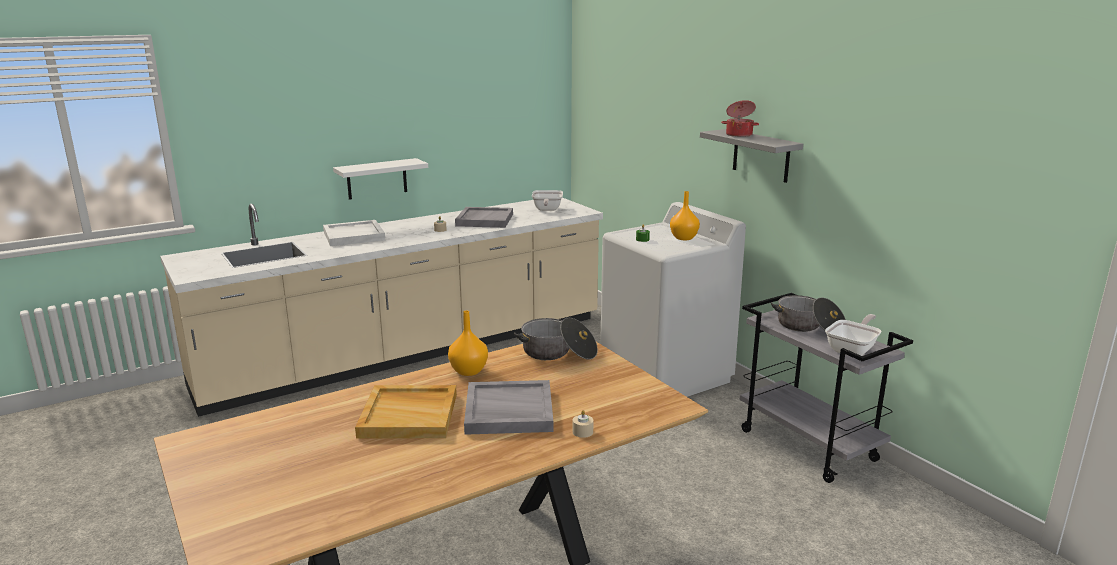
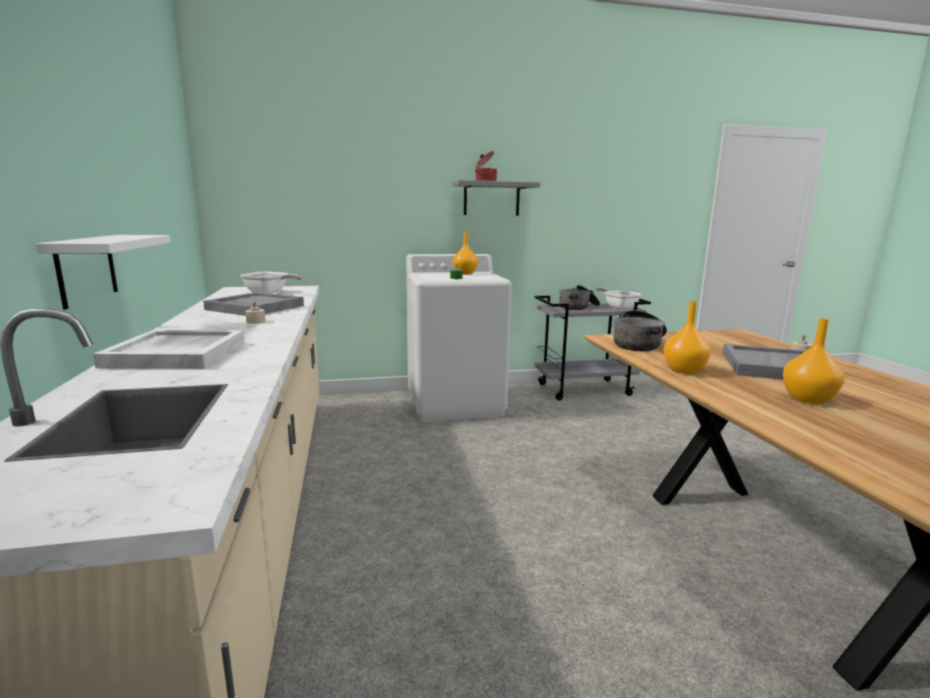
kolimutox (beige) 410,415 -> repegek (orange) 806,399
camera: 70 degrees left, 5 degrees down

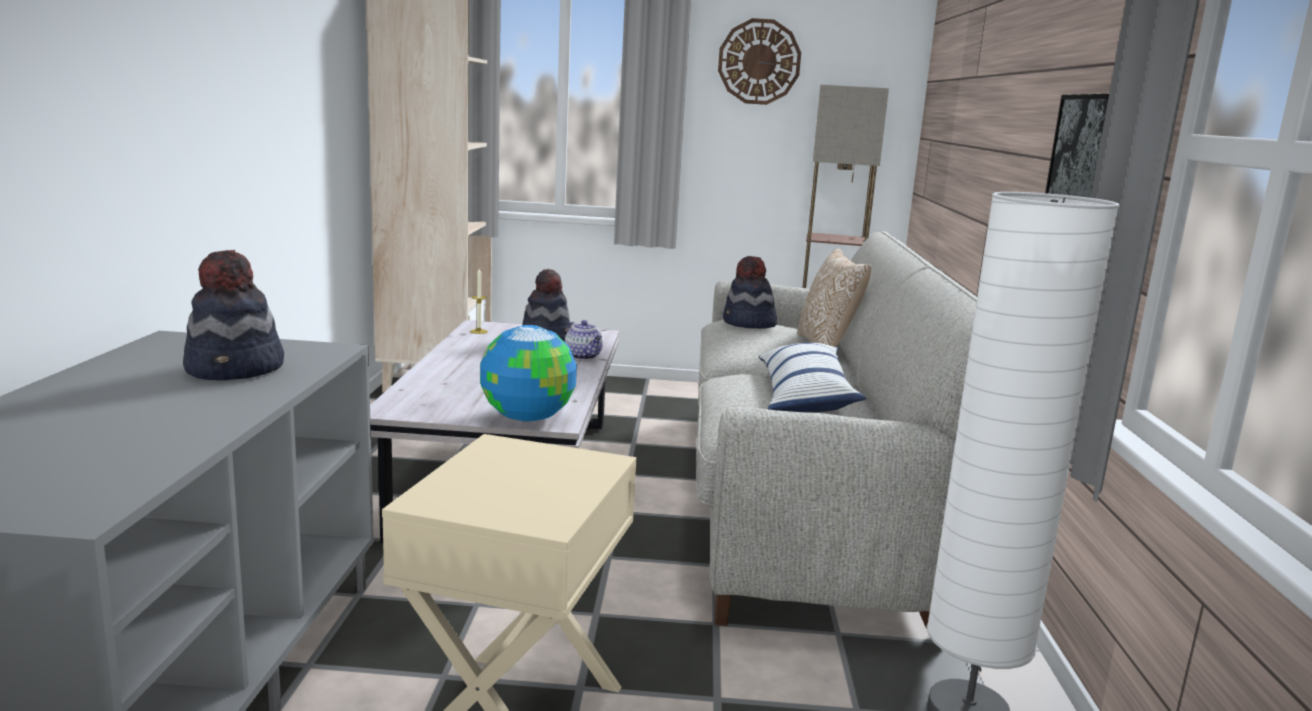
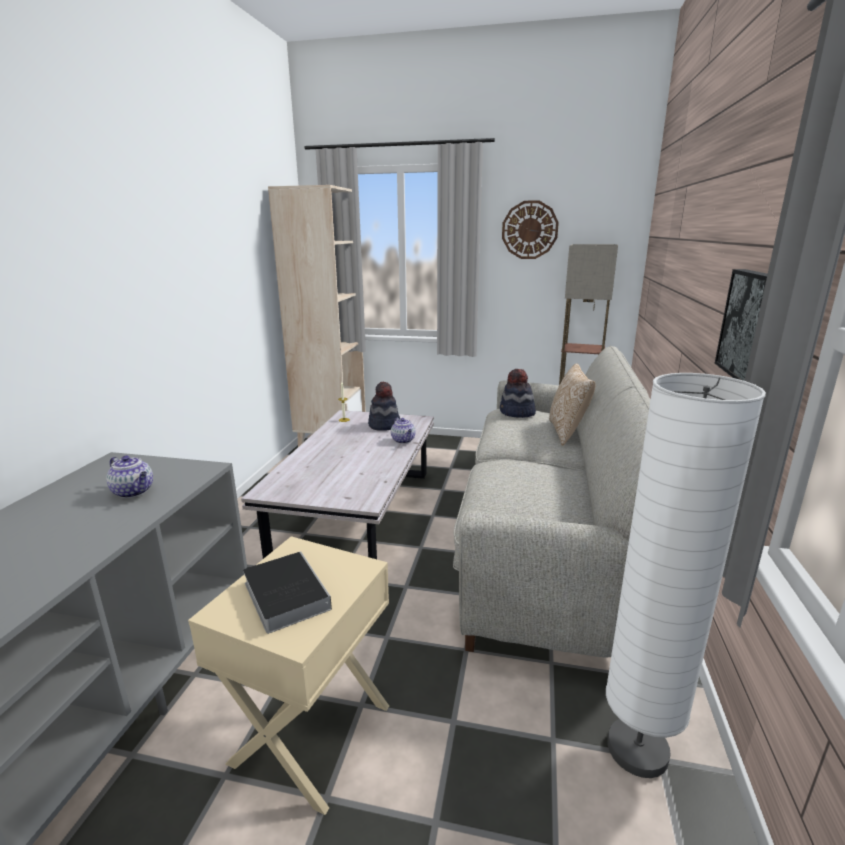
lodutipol 526,418 -> none
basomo 804,396 -> none
none -> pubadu 284,594
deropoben 236,369 -> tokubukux 134,492
camera: 10 degrees right, 5 degrees up

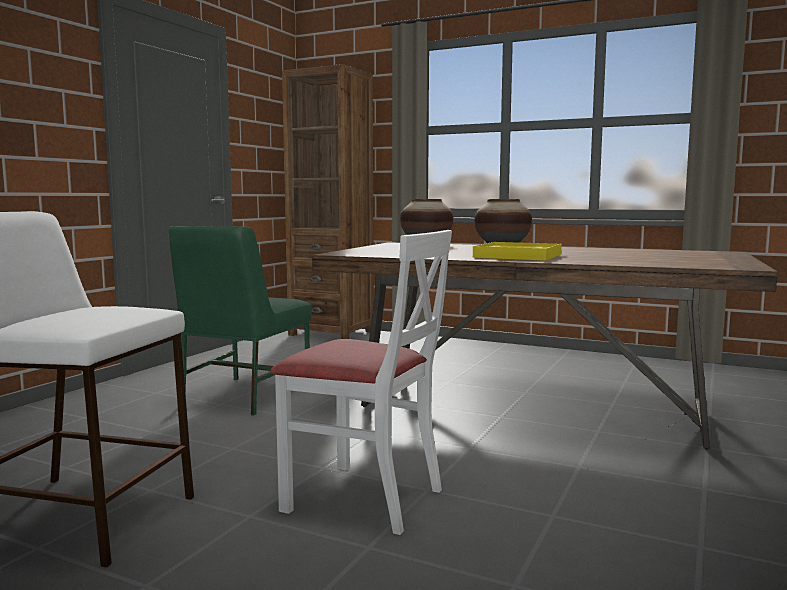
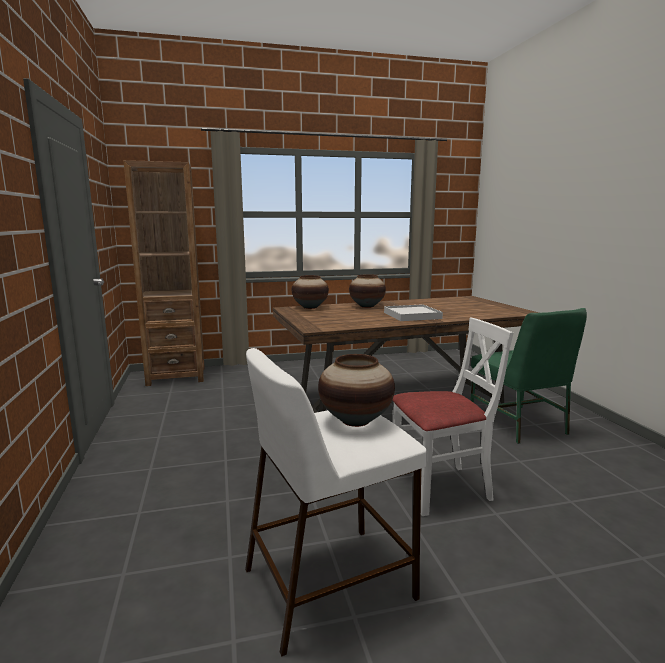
none -> repegek 355,420
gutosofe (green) 244,396 -> gutosofe (green) 519,424, shifted
kolimutox (yellow) 517,256 -> kolimutox (white) 412,315
camera: 40 degrees left, 5 degrees up

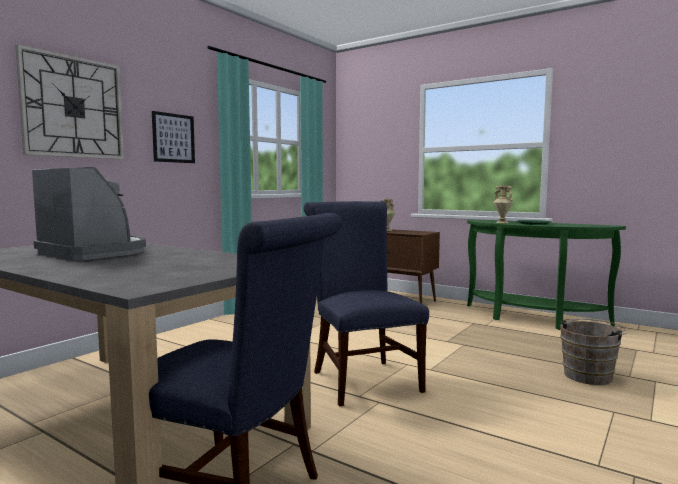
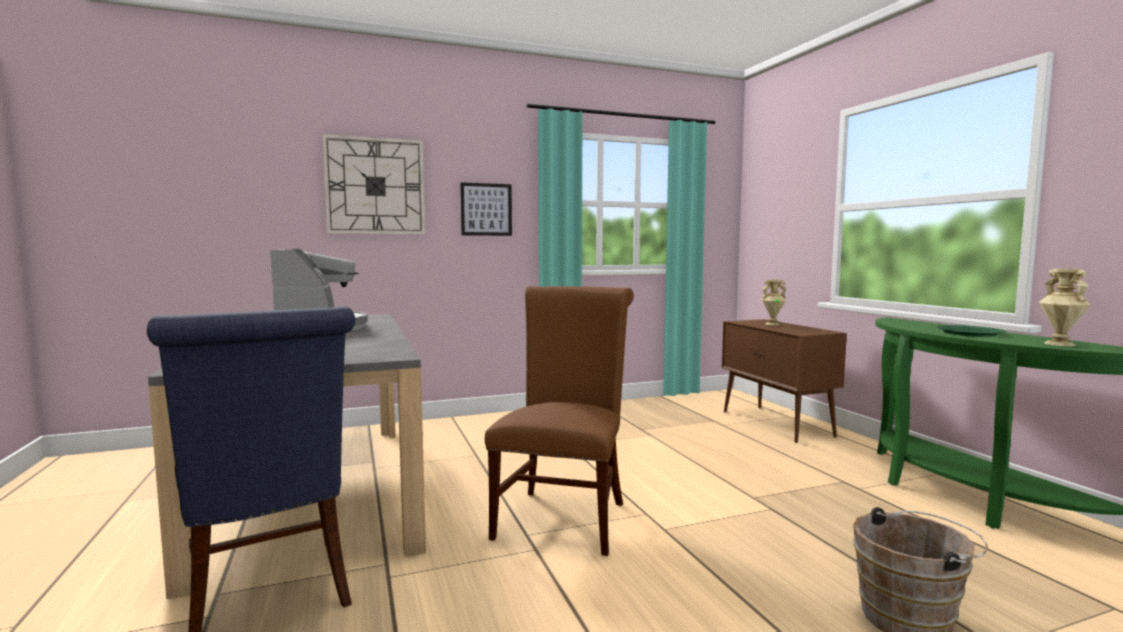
repegek (beige) 502,222 -> repegek (beige) 1059,344, shifted
gutosofe (blue) 362,379 -> gutosofe (brown) 564,516
camera: 35 degrees right, 0 degrees up

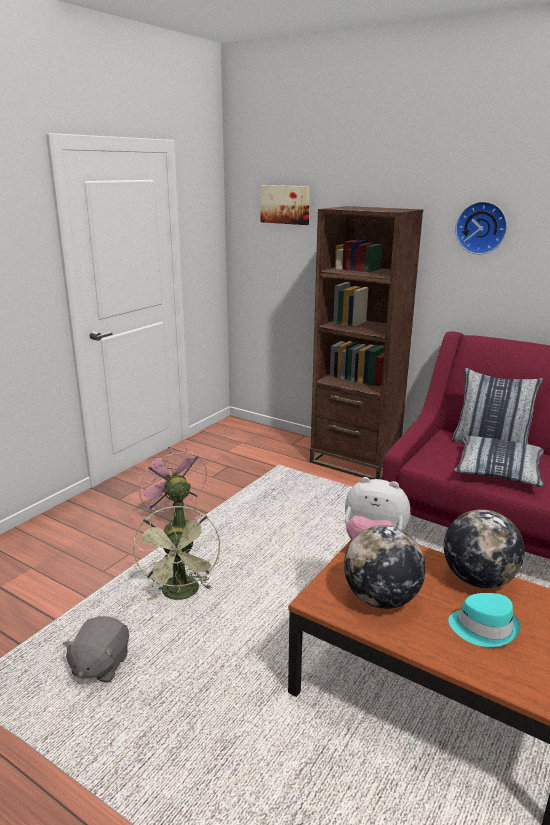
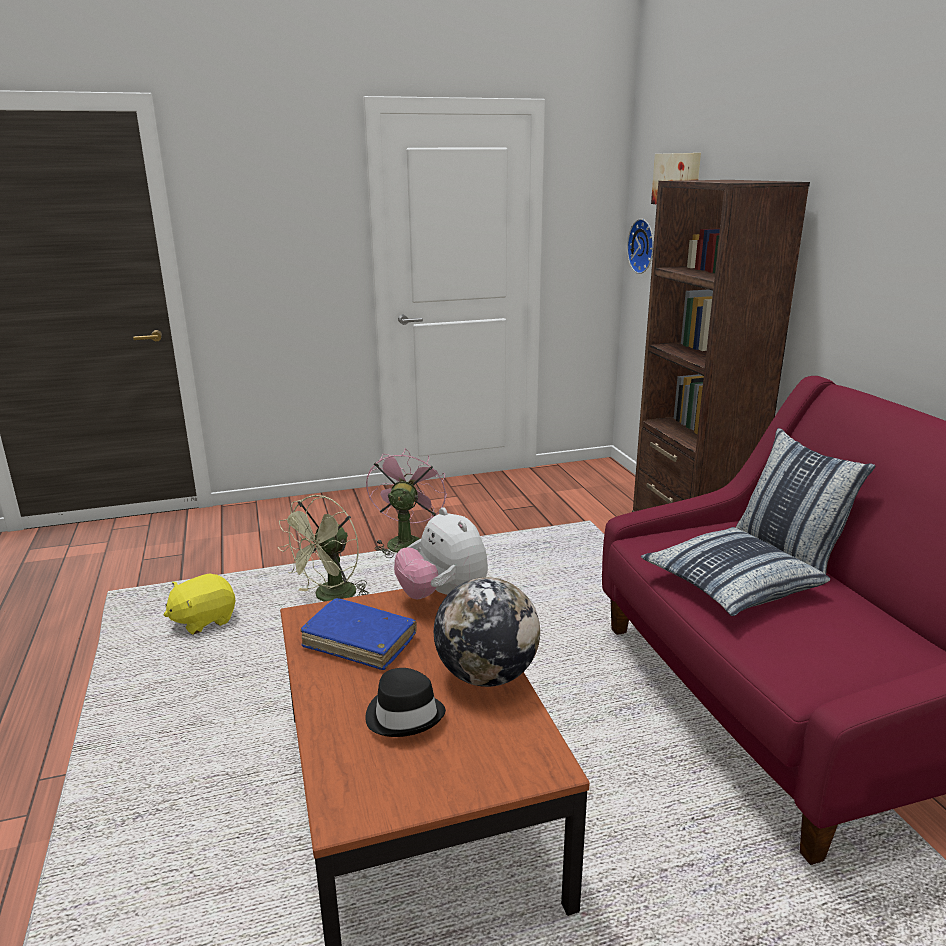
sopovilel 482,227 -> sopovilel 644,246, shifted
lodutipol 381,599 -> pubadu (blue) 359,642
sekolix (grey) 100,665 -> sekolix (yellow) 204,620
deropoben (turquoise) 483,627 -> deropoben (black) 404,715
camera: 40 degrees right, 0 degrees up

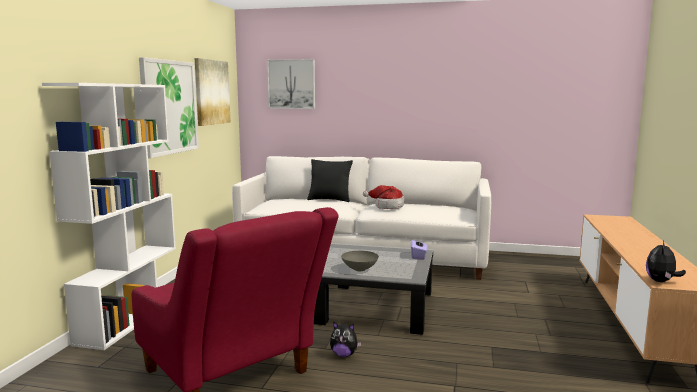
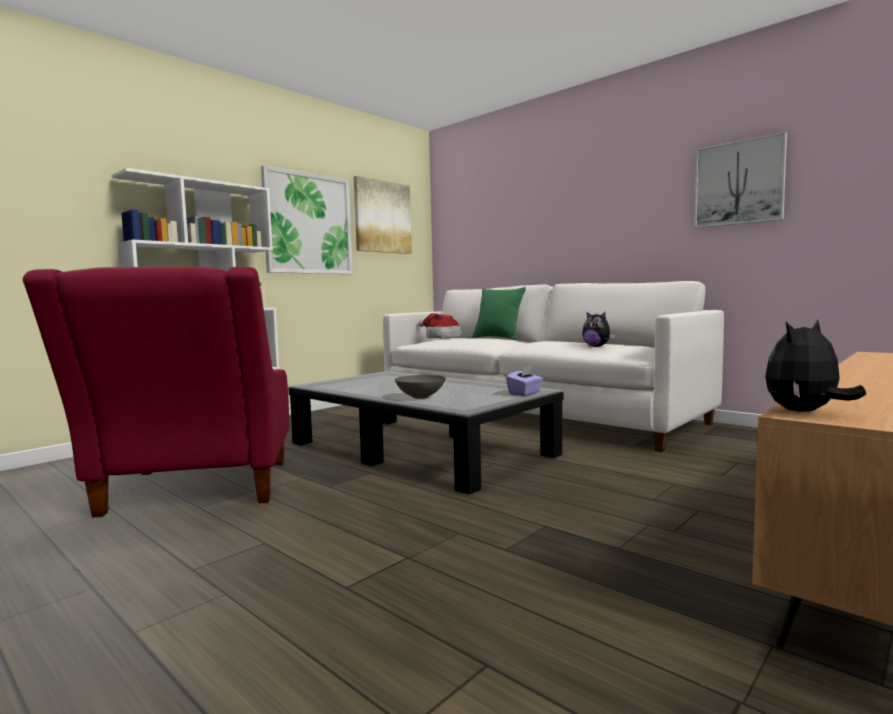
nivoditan 291,84 -> nivoditan 739,183, shifted
sekolix 344,354 -> sekolix 597,346, shifted
deropoben 387,206 -> deropoben 440,337, shifted
basomo (black) 329,200 -> basomo (green) 497,338
camera: 30 degrees right, 5 degrees down

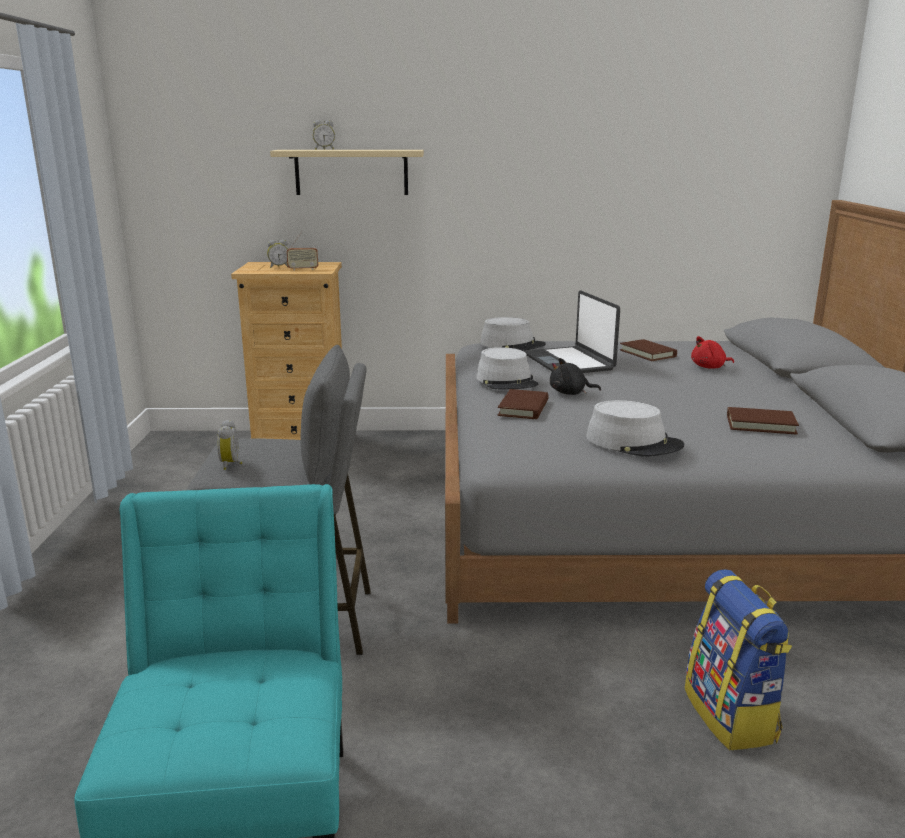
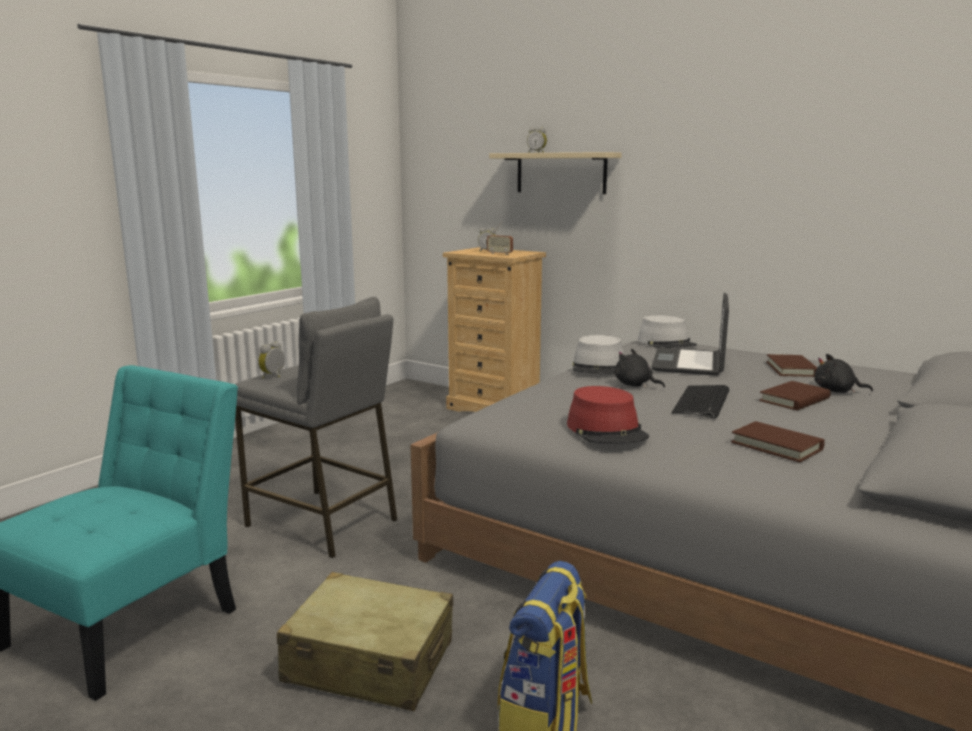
none -> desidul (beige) 369,662
none -> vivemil 702,402
pubadu (brown) 523,408 -> pubadu (brown) 794,400, shifted
deropoben (grey) 634,442 -> deropoben (red) 607,430
sekolix (red) 709,367 -> sekolix (black) 837,391
camera: 35 degrees right, 5 degrees down

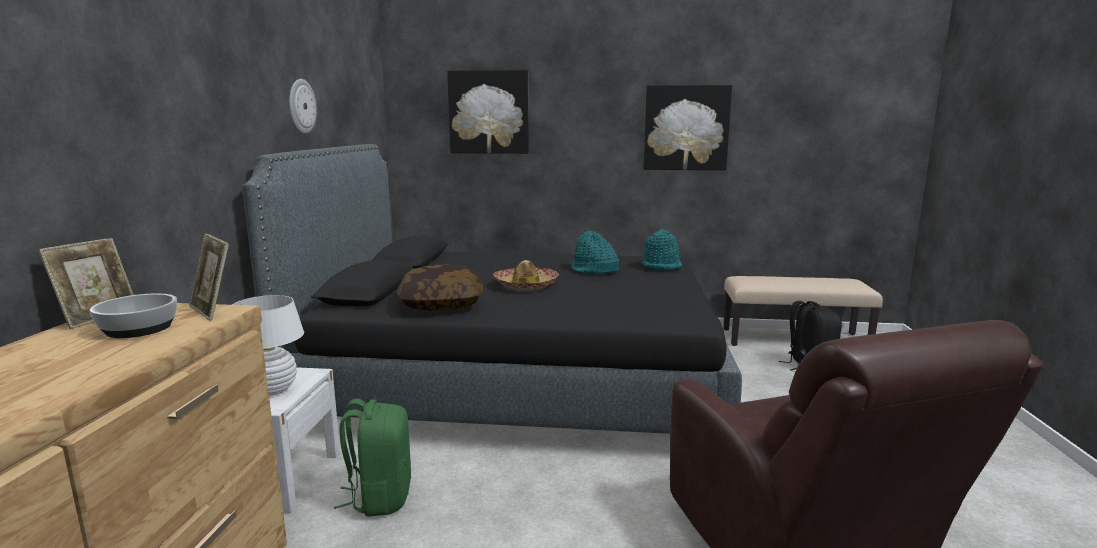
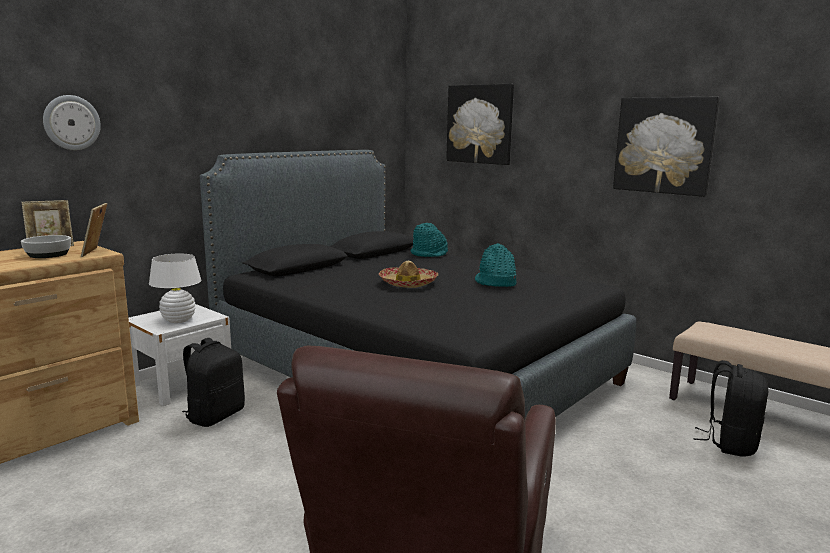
basomo 441,304 -> none
sopovilel 301,106 -> sopovilel 71,122, shifted
deropoben (turquoise) 661,266 -> deropoben (turquoise) 429,254, shifted
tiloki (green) 380,497 -> tiloki (black) 215,415
camera: 35 degrees right, 0 degrees up

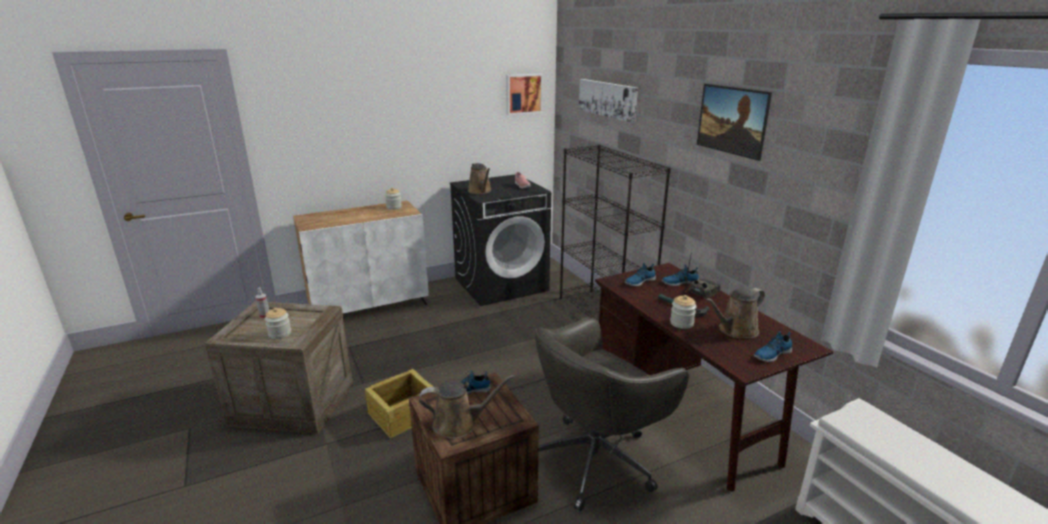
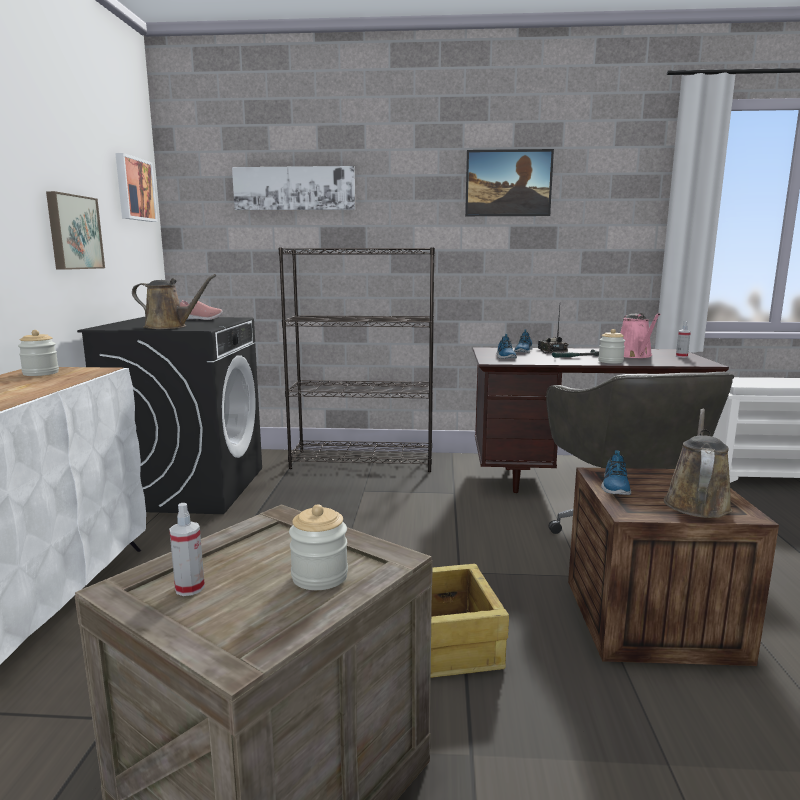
none -> nivoditan 73,232
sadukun 771,354 -> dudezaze 681,356
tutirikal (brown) 735,330 -> tutirikal (pink) 635,356
camera: 60 degrees left, 10 degrees down

